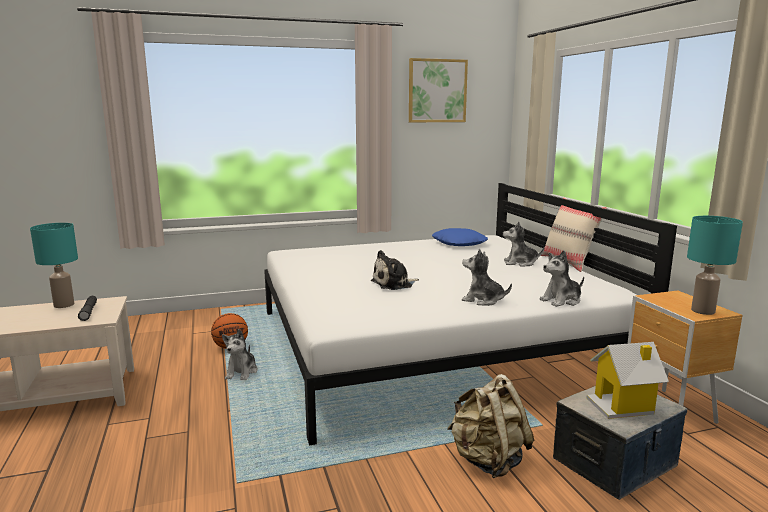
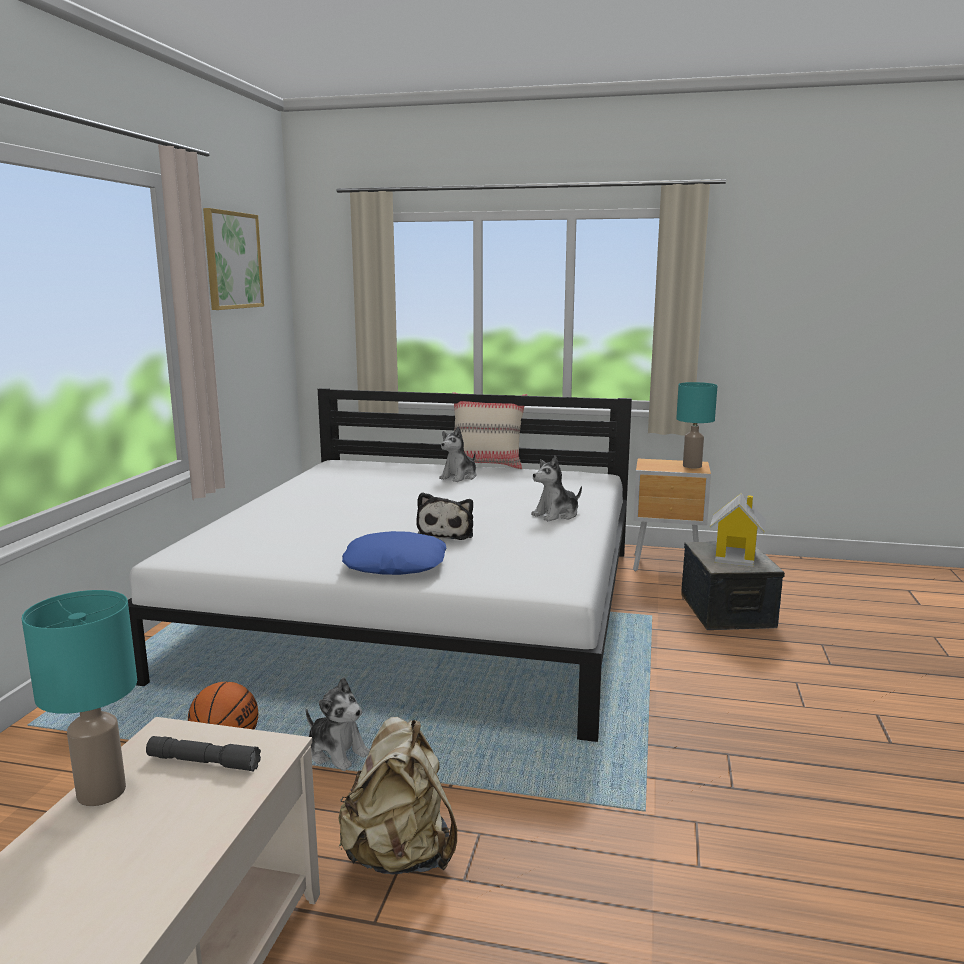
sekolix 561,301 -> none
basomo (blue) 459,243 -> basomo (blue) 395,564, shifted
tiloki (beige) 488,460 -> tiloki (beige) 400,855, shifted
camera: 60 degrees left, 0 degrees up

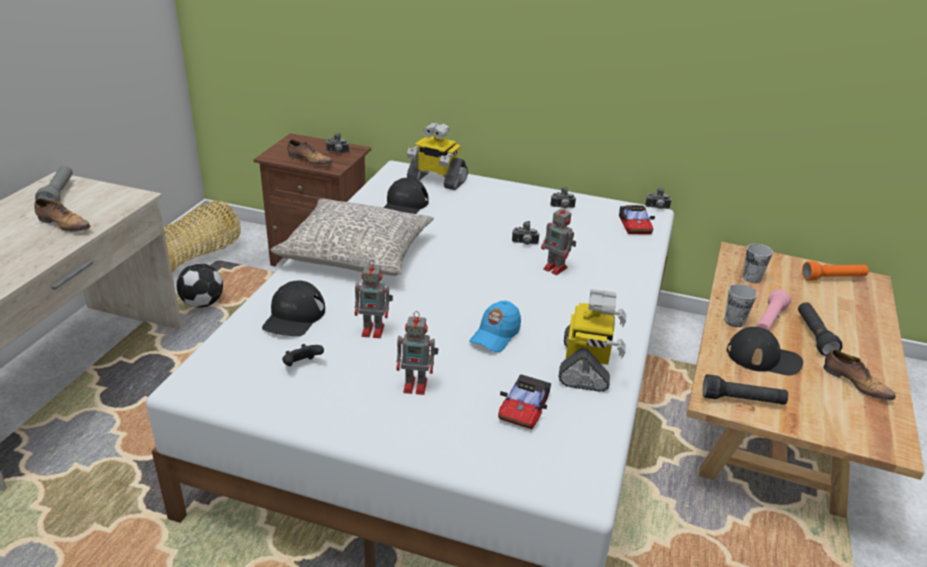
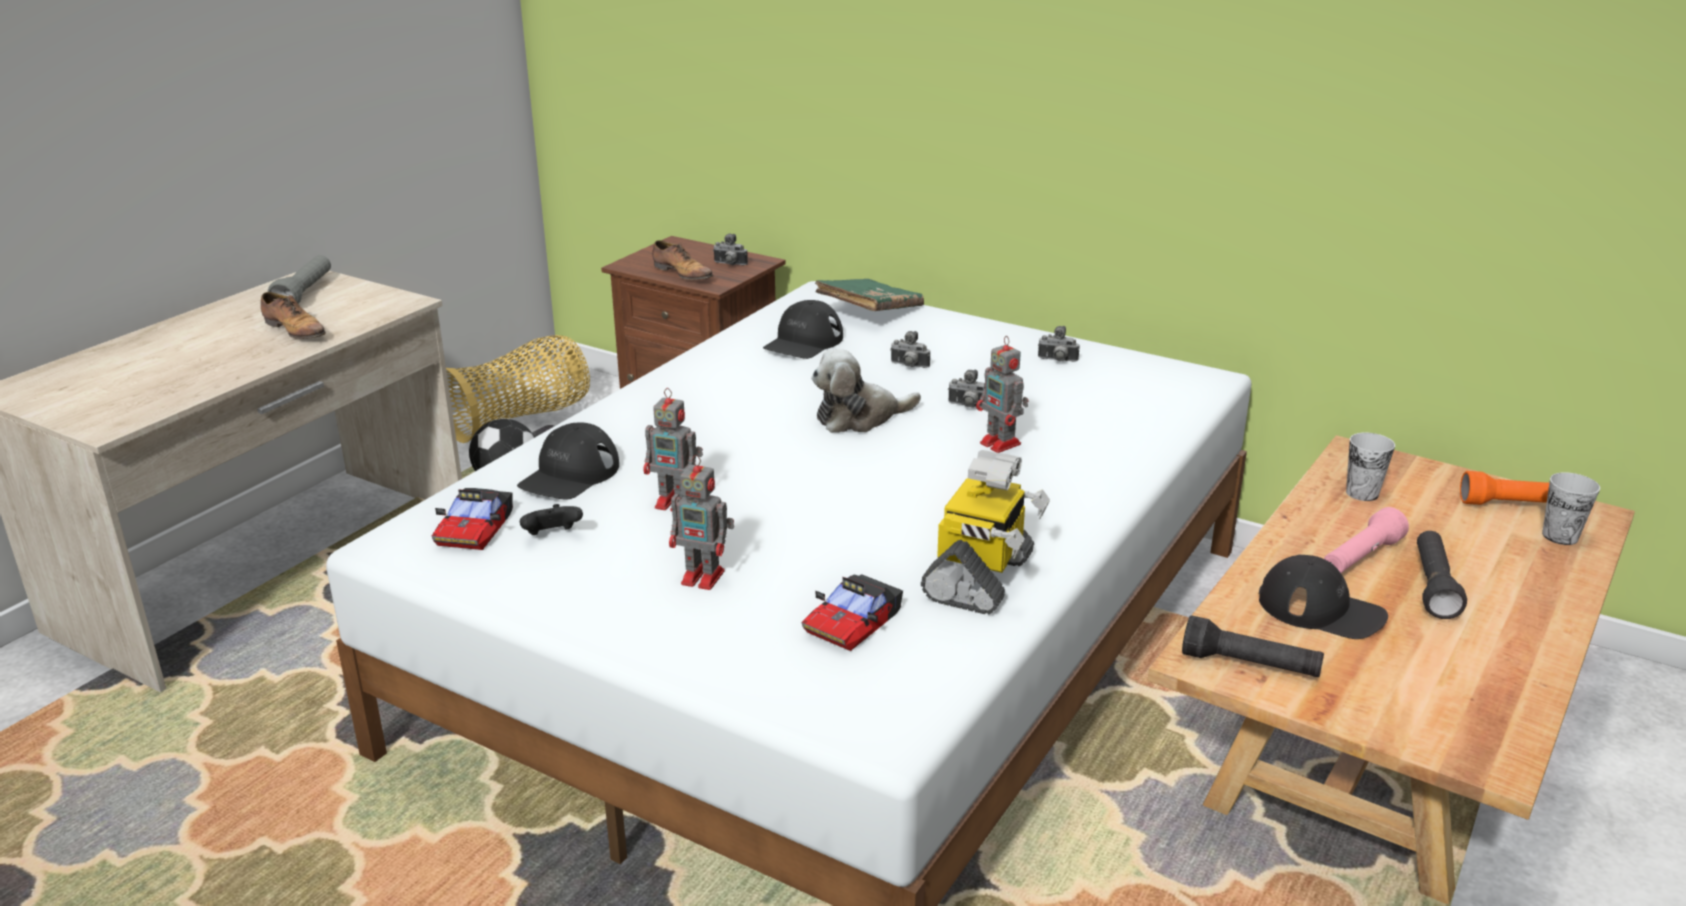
basomo (grey) 357,253 -> none
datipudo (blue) 495,335 -> none
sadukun 855,383 -> none
none -> sekolix 859,417
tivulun 635,225 -> tivulun 475,529, shifted
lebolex 657,208 -> lebolex 908,366, shifted
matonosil 734,321 -> matonosil 1560,536, shifted
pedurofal 436,180 -> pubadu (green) 869,311
camera: 15 degrees right, 5 degrees down

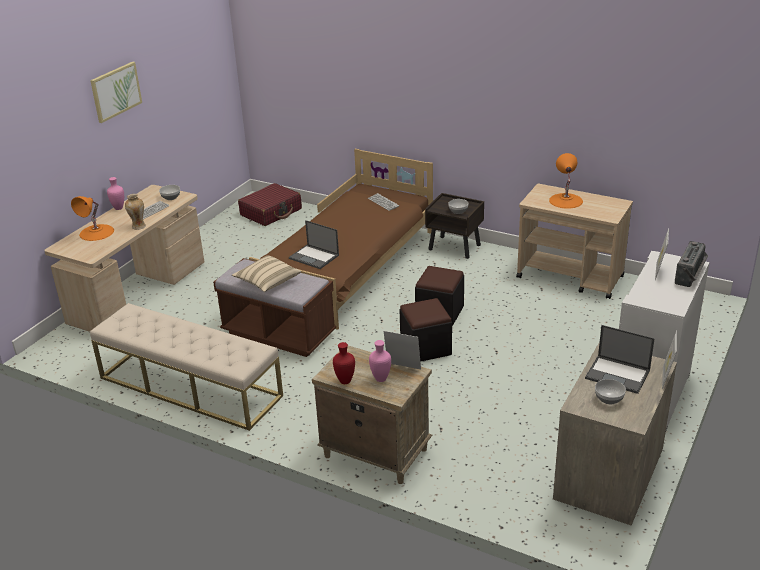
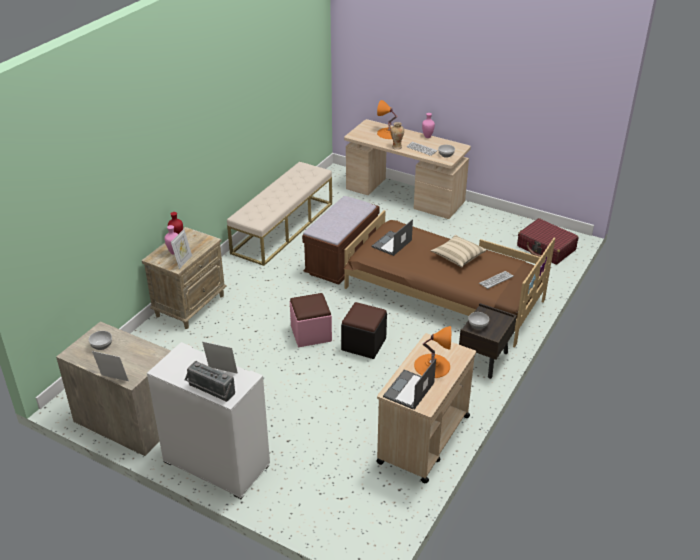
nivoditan 115,91 -> none
basomo (beige) 267,282 -> basomo (beige) 457,257, shifted
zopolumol 618,374 -> zopolumol 408,390, shifted
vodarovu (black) 425,348 -> vodarovu (pink) 311,334
camera: 90 degrees right, 5 degrees up

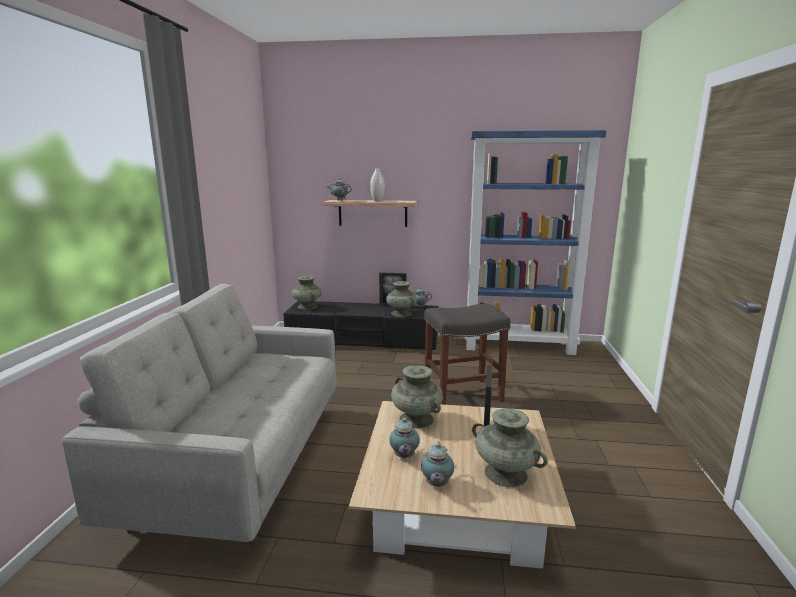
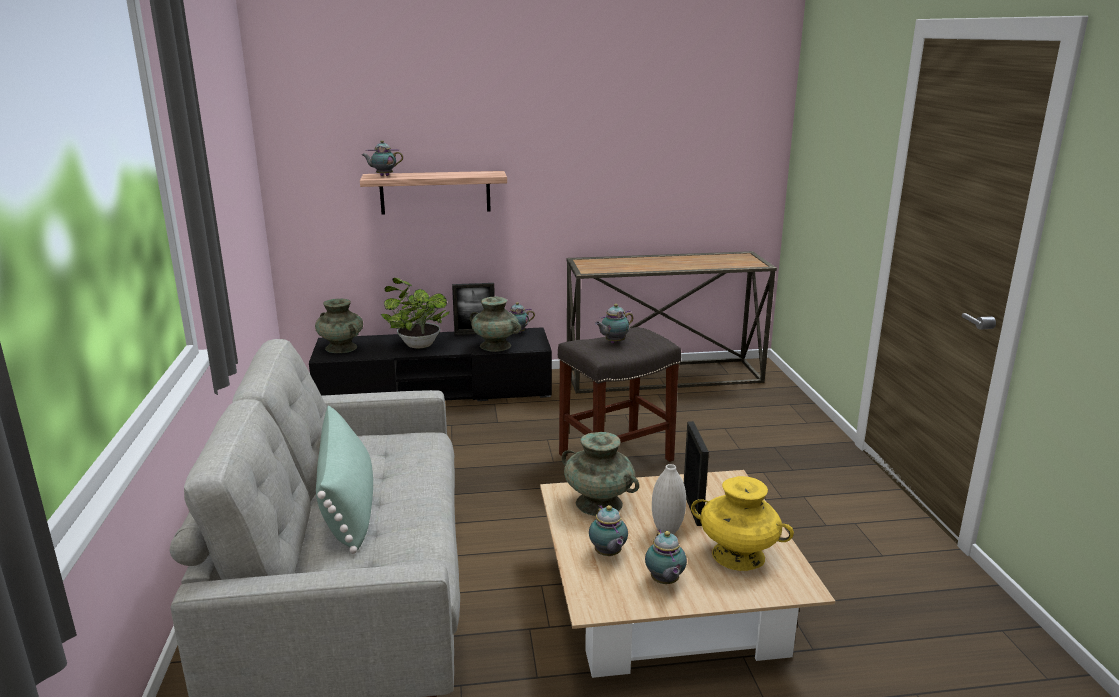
none -> basomo (green) 348,505
none -> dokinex 417,344
none -> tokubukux 613,342
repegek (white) 377,201 -> repegek (white) 667,531, shifted
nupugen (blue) 519,345 -> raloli 663,375
repegek (turquoise) 505,473 -> repegek (yellow) 737,555
camera: 15 degrees left, 5 degrees up

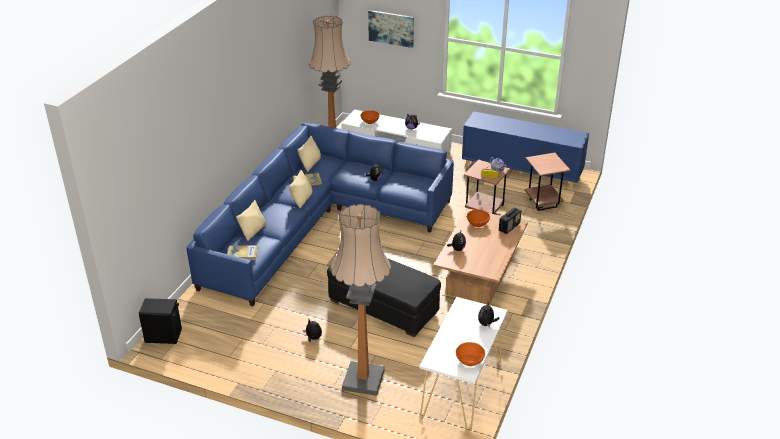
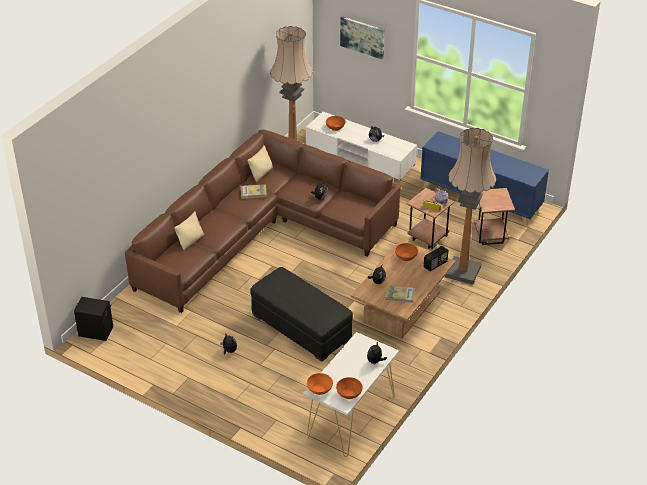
basomo (beige) 302,200 -> none
none -> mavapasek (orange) 319,389
pubadu 242,254 -> pubadu 400,295, shifted
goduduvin 363,380 -> goduduvin 463,271, shifted
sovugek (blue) 318,223 -> sovugek (brown) 261,233
camera: 10 degrees right, 5 degrees up

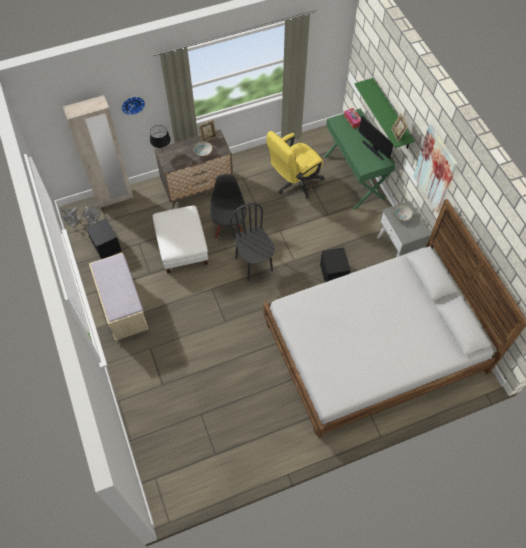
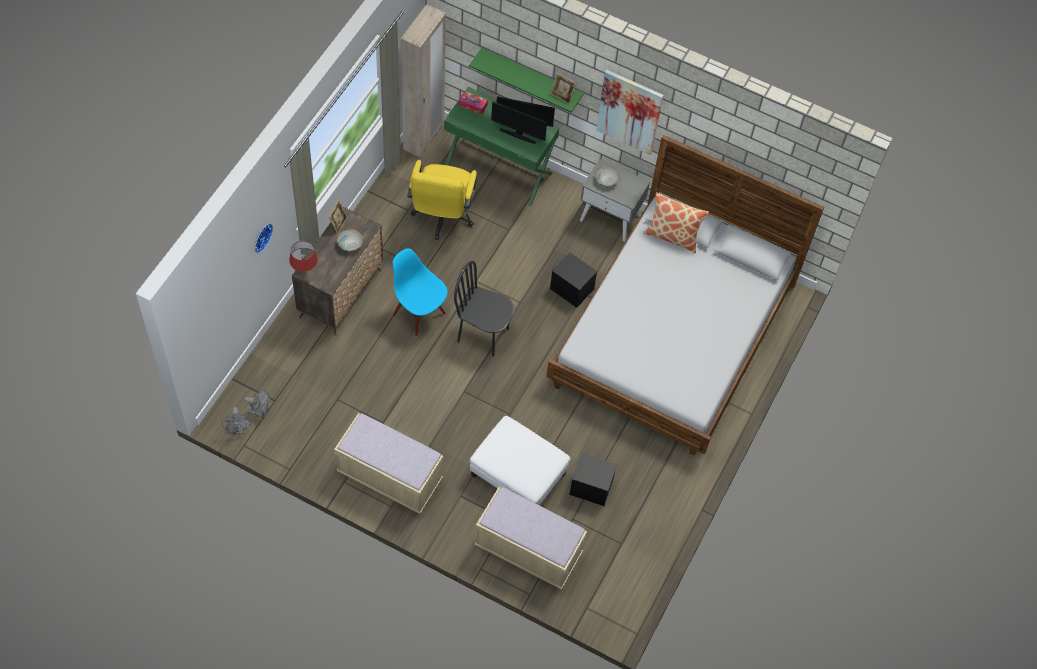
none -> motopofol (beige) 528,550
none -> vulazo 518,135
none -> basomo 672,236
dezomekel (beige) 114,198 -> dezomekel (beige) 424,137, shifted
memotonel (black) 106,246 -> memotonel (black) 590,487, shifted
vodarovu (white) 181,246 -> vodarovu (white) 517,475, shifted
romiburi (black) 162,152 -> romiburi (red) 305,273
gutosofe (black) 229,227 -> gutosofe (blue) 419,314
camera: 45 degrees left, 0 degrees up

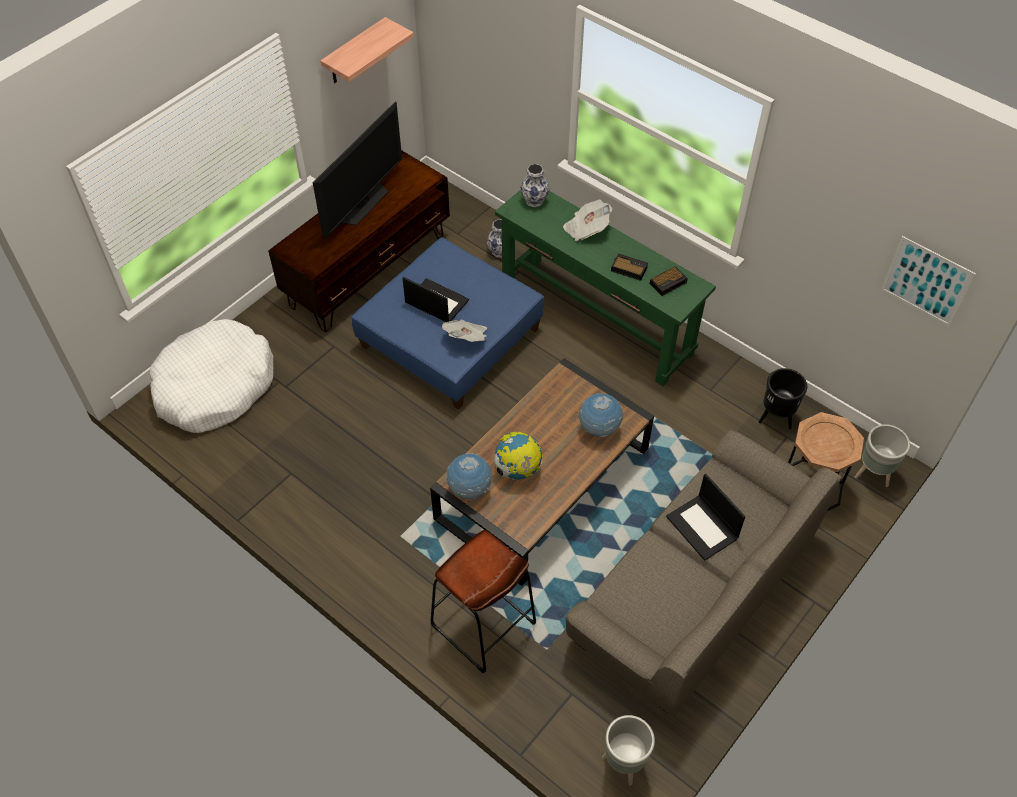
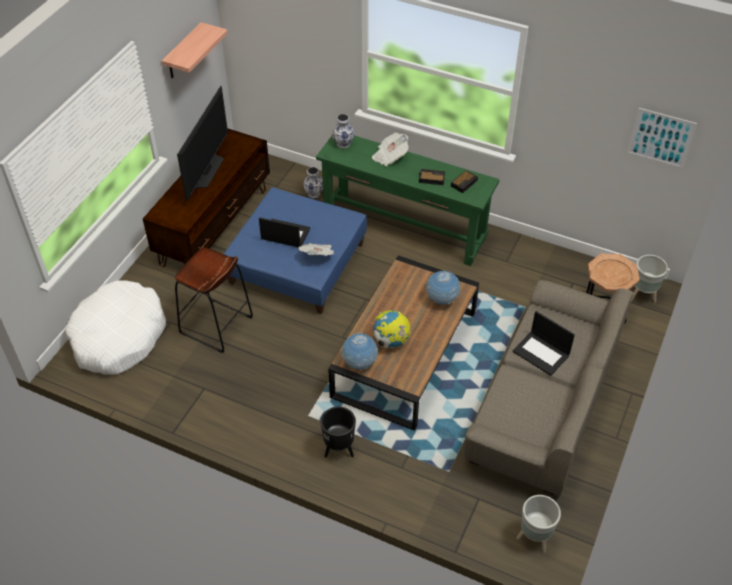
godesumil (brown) 483,625 -> godesumil (brown) 216,325, shifted
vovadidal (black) 775,419 -> vovadidal (black) 339,450, shifted
camera: 15 degrees left, 5 degrees down

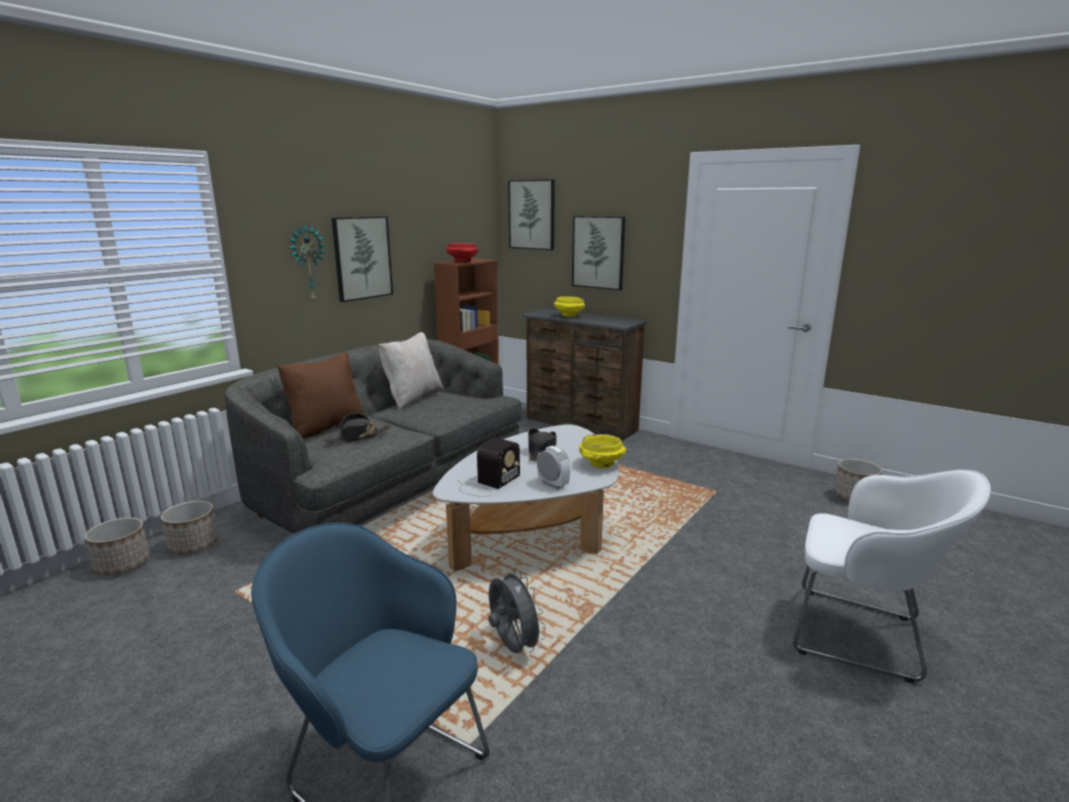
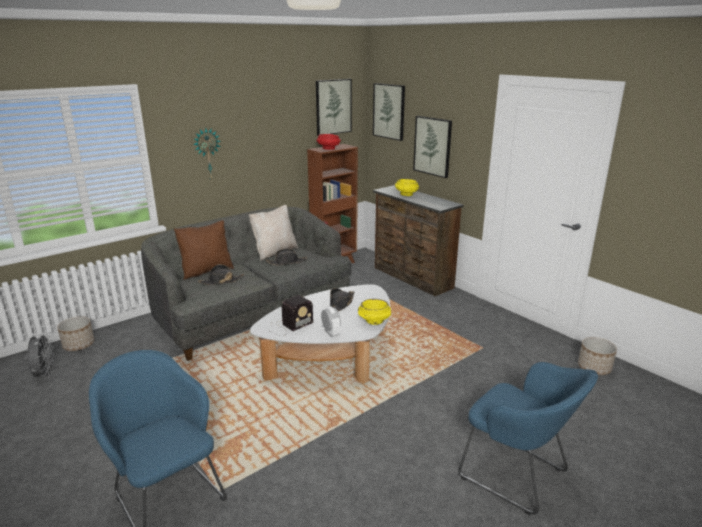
vovadidal 194,545 -> none
none -> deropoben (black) 287,262
nivoditan 362,258 -> nivoditan 333,106, shifted
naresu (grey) 512,647 -> naresu (grey) 44,375, shifted
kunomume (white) 863,636 -> kunomume (blue) 517,476
camera: 15 degrees right, 5 degrees up

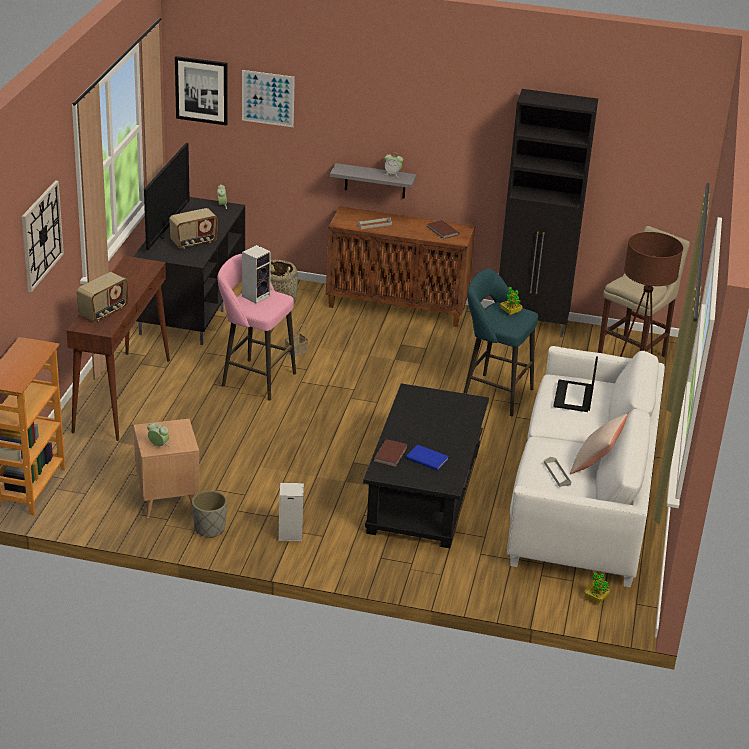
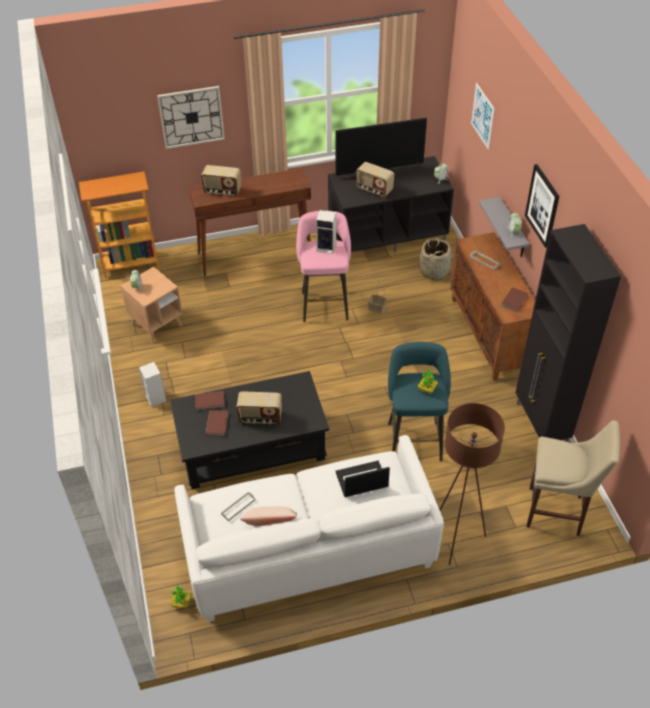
vovadidal (grey) 209,528 -> none
none -> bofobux 260,418
nivoditan 201,90 -> nivoditan 542,206, shifted
pubadu (blue) 427,458 -> pubadu (brown) 218,423
camera: 65 degrees right, 15 degrees up

